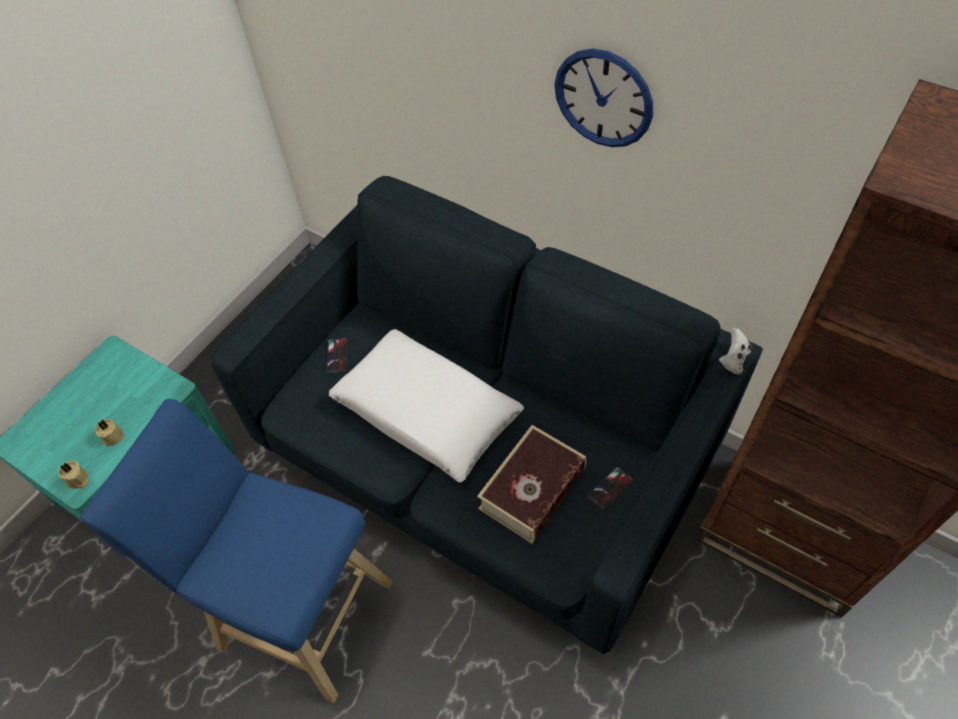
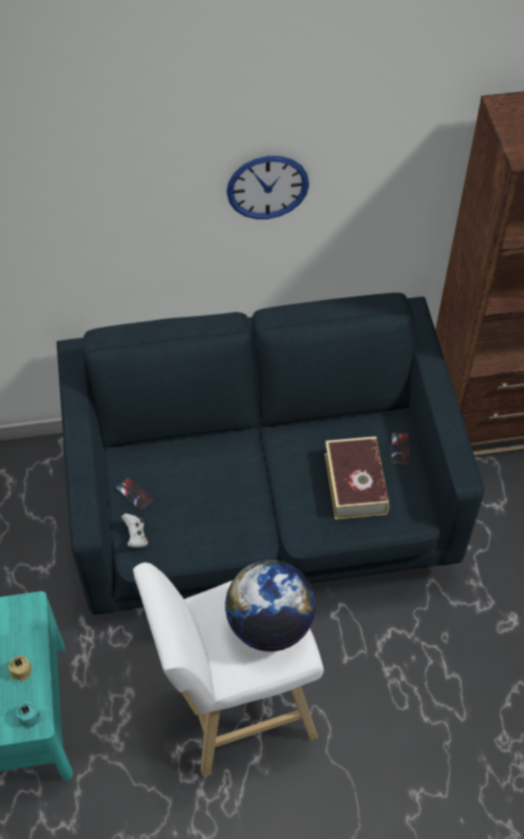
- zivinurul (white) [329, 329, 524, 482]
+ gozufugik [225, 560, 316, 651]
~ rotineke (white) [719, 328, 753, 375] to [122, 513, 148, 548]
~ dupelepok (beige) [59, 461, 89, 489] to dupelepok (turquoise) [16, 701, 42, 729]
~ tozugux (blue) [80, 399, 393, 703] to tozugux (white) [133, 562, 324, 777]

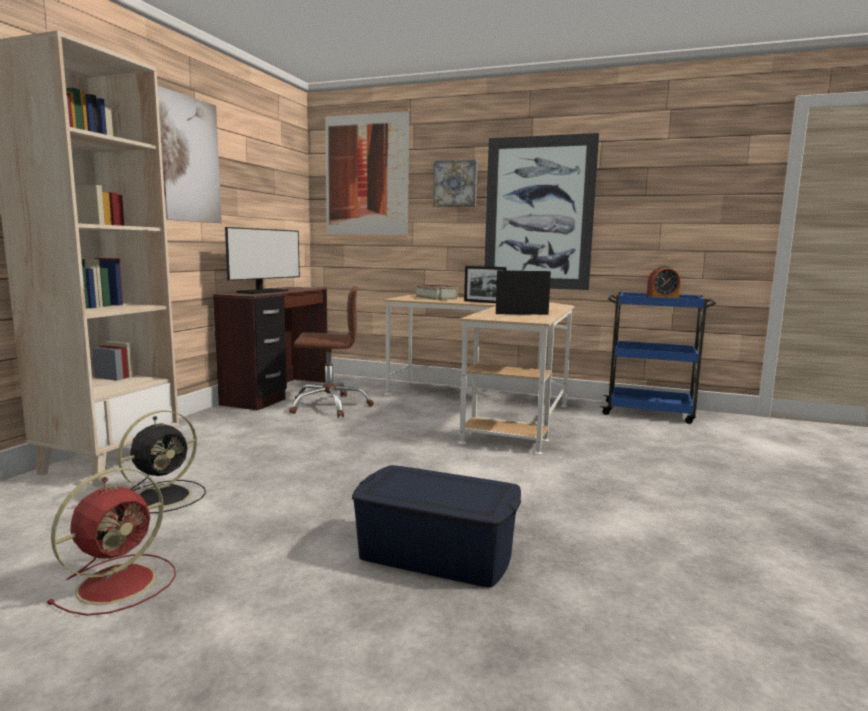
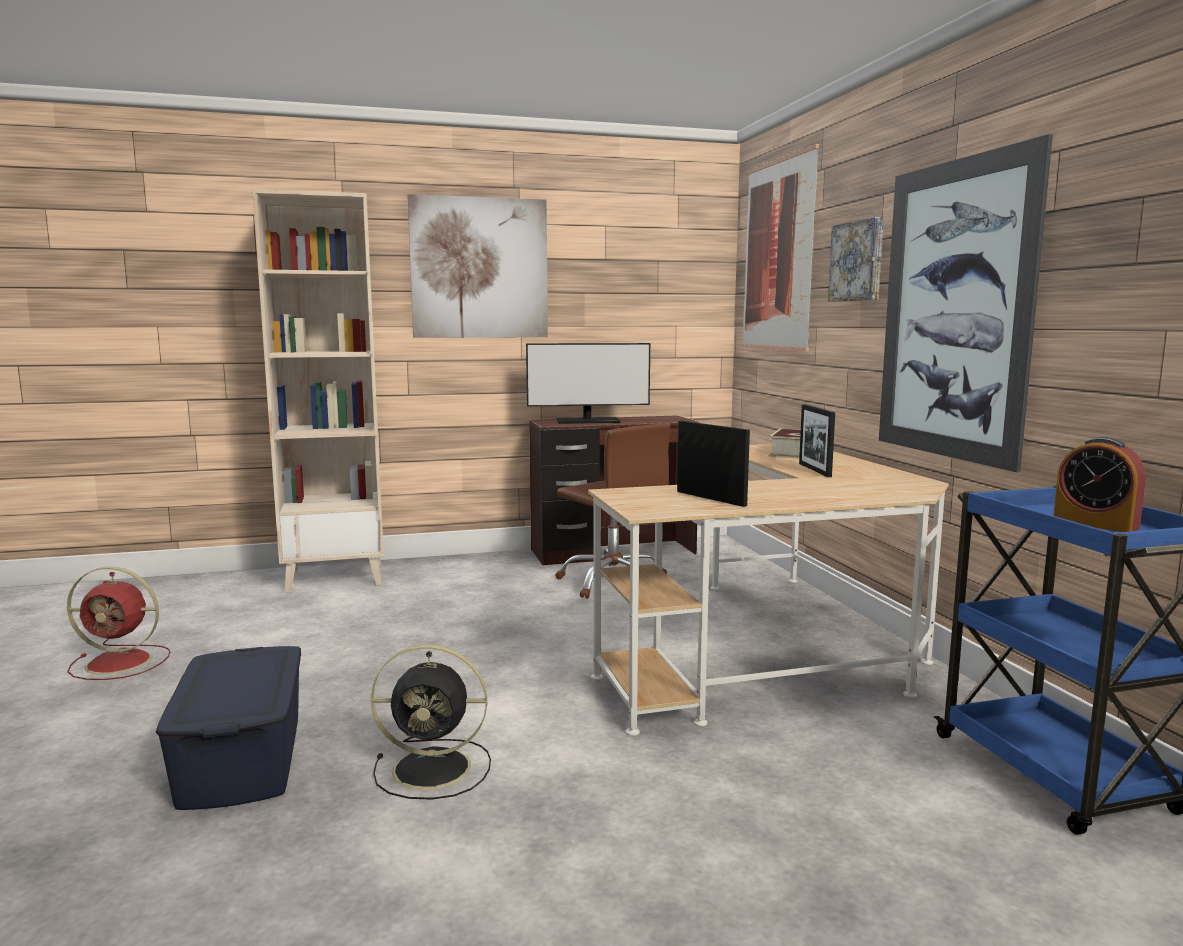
~ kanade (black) [118, 410, 206, 514] to [371, 645, 491, 800]

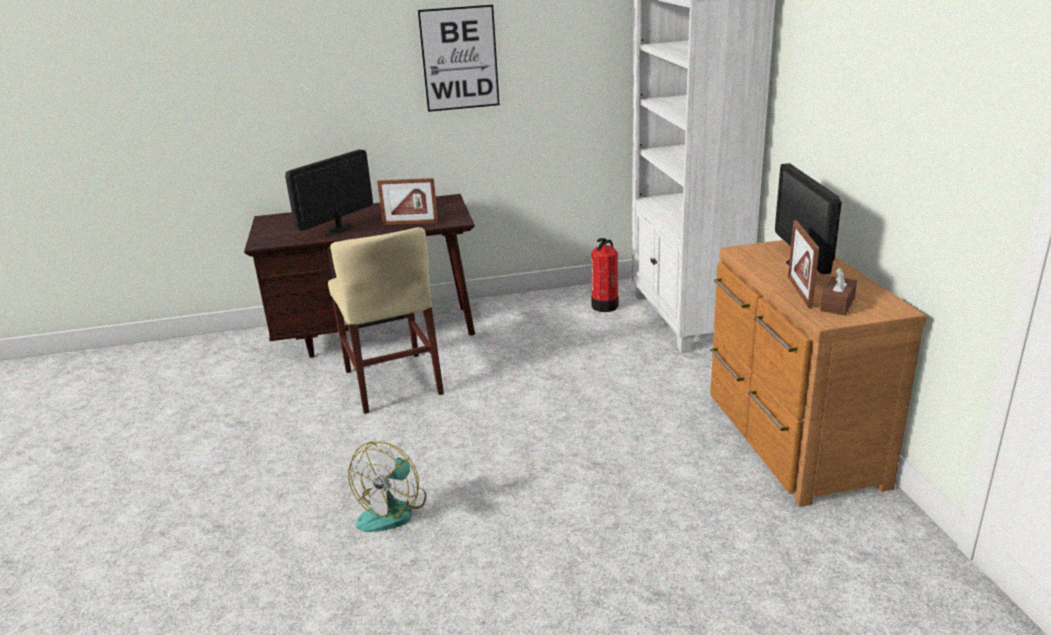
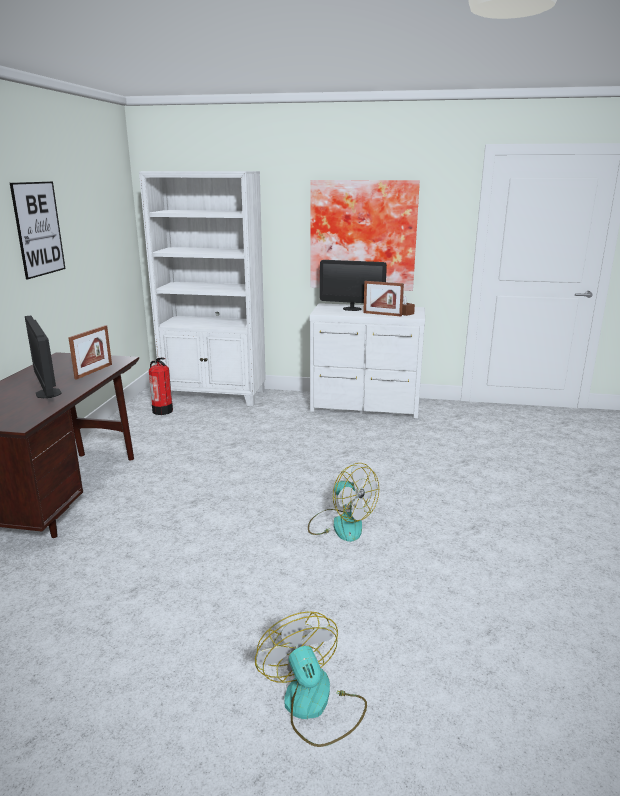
- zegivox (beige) [328, 227, 444, 414]
+ kanade [255, 611, 367, 747]
+ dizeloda [310, 180, 420, 291]
~ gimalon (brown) [710, 240, 927, 507] to gimalon (white) [310, 303, 425, 418]

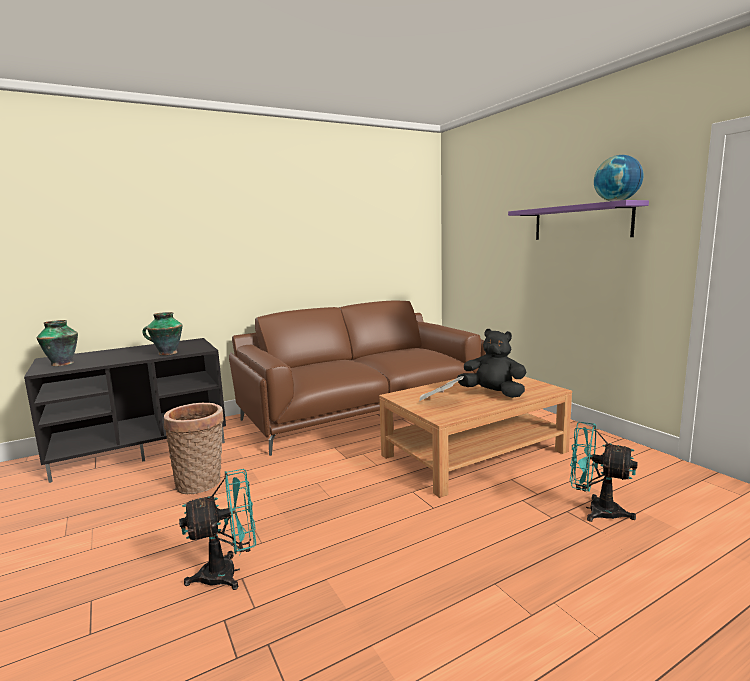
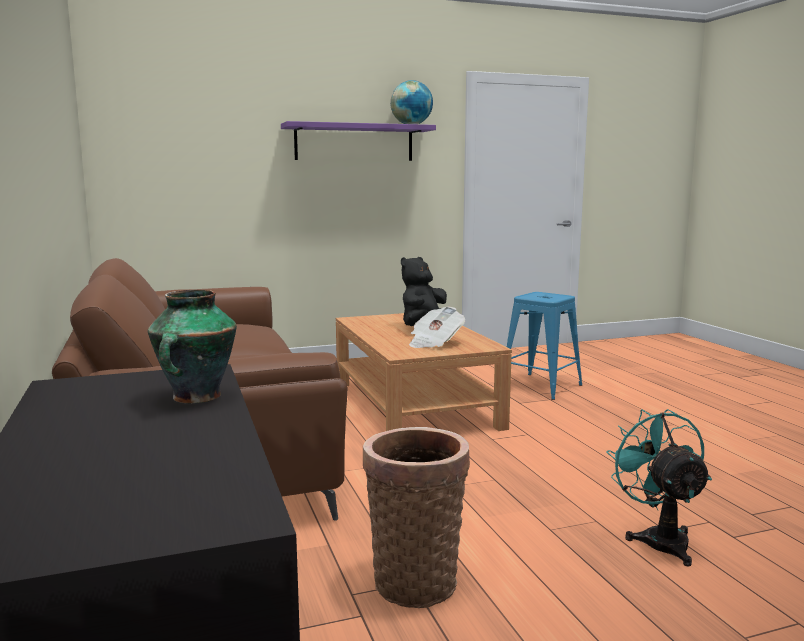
- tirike [37, 320, 78, 366]
~ kanade (turquoise) [570, 422, 638, 522] to tozugux (blue) [507, 292, 582, 400]

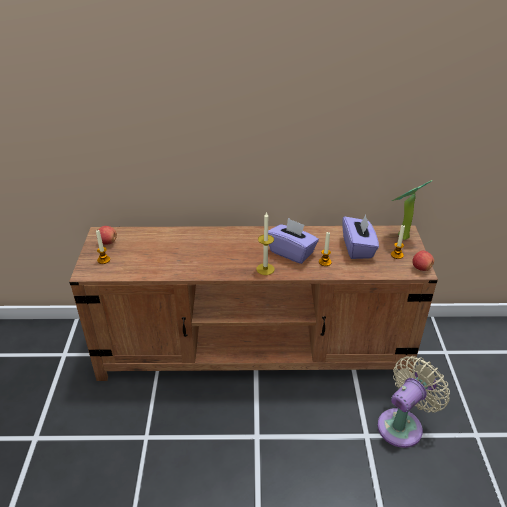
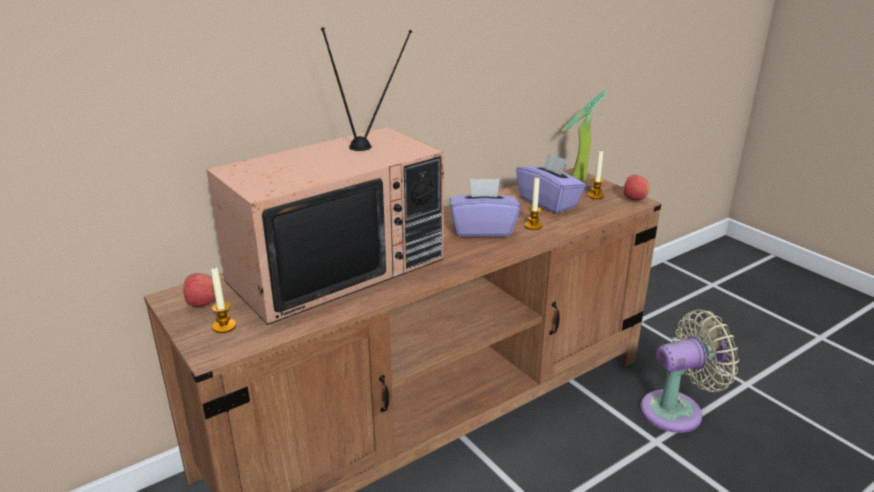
- dupelepok [256, 212, 275, 275]
+ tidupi [206, 27, 444, 325]
~ kanade (beige) [378, 356, 450, 448] = [640, 310, 739, 433] 60 degrees clockwise

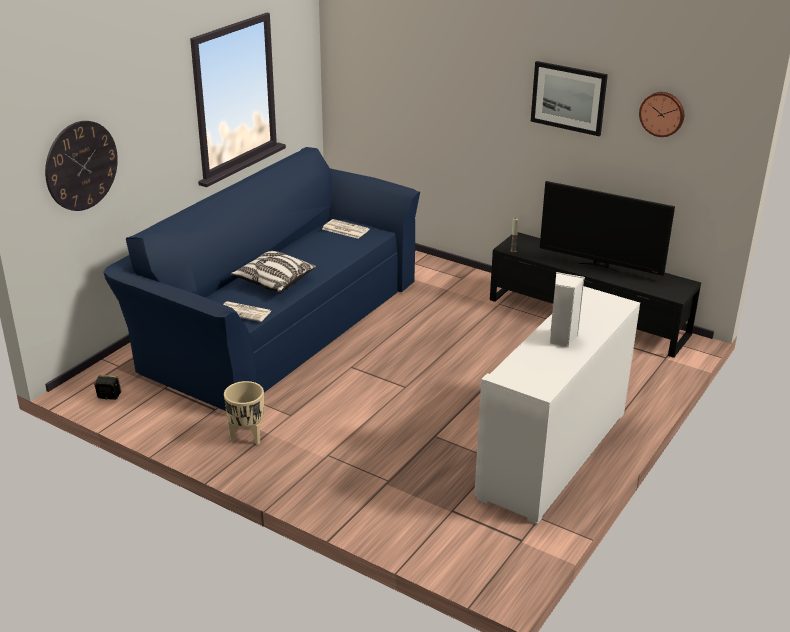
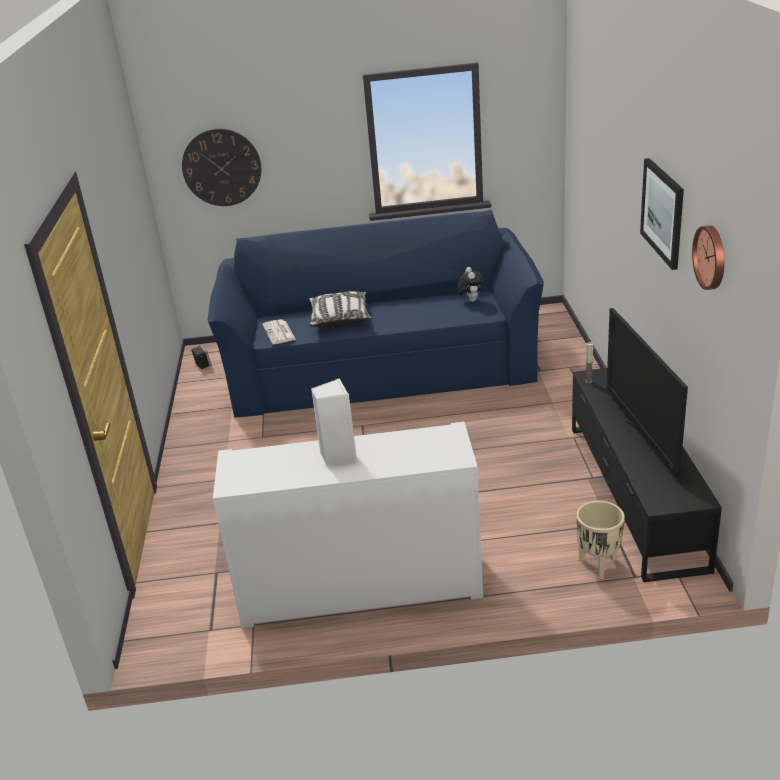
~ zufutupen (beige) [224, 381, 264, 445] to [577, 501, 625, 579]
~ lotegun [322, 219, 369, 239] to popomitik [457, 267, 483, 302]

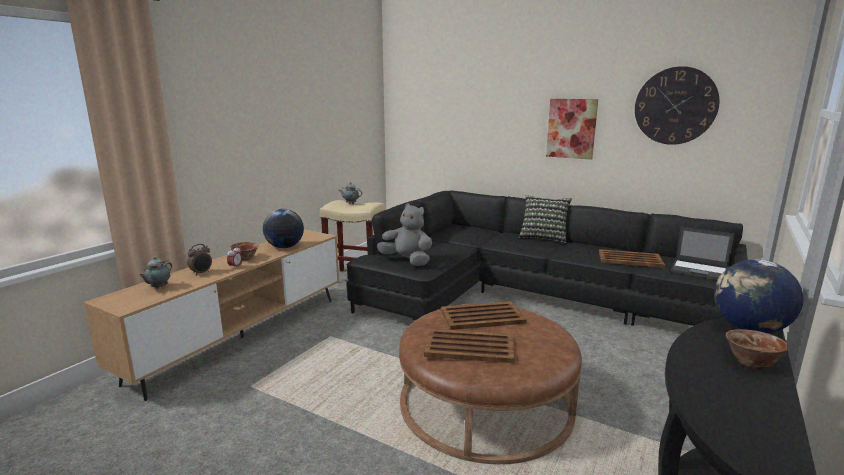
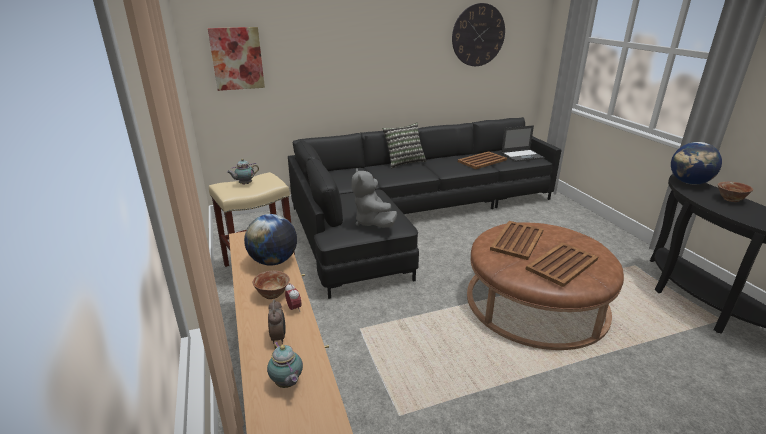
~ dizeloda [546, 99, 598, 160] to [208, 27, 265, 91]
~ popomitik (grey) [377, 203, 432, 266] = [352, 168, 397, 228] 90 degrees counterclockwise

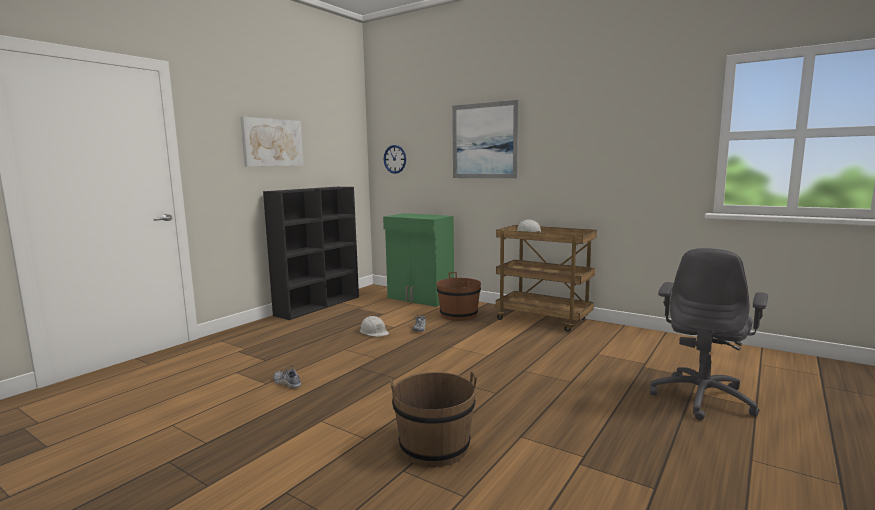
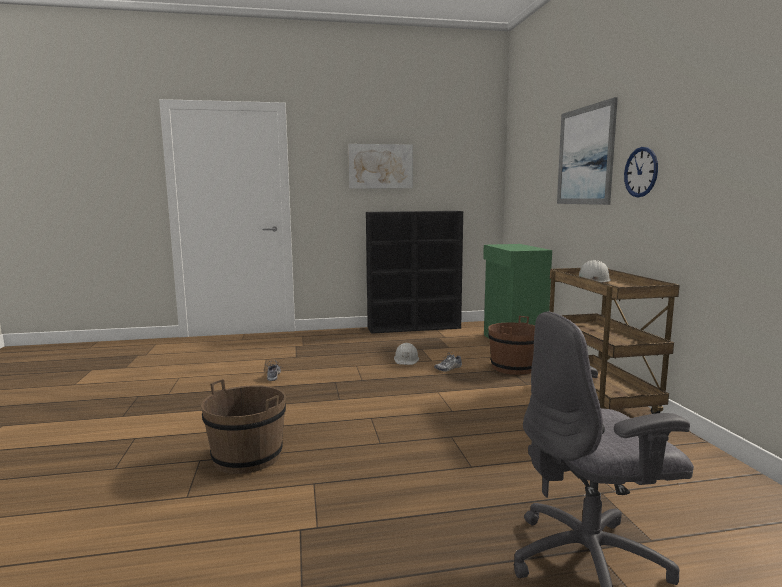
~ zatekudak [384, 145, 406, 174] to [624, 147, 658, 197]

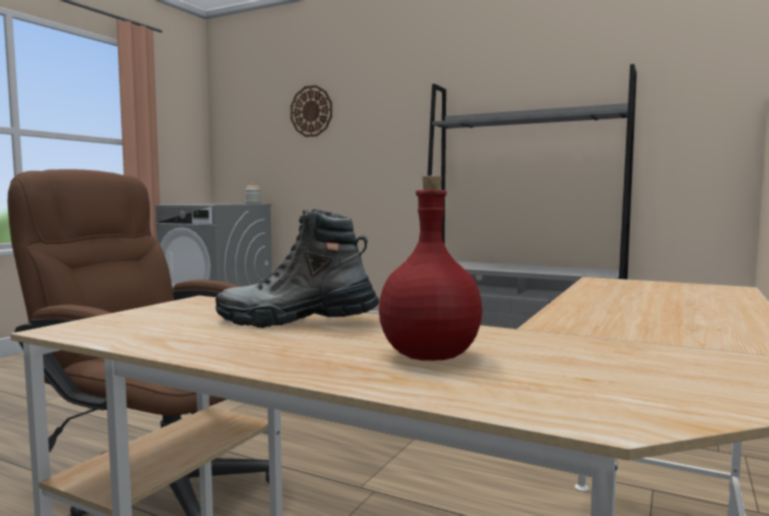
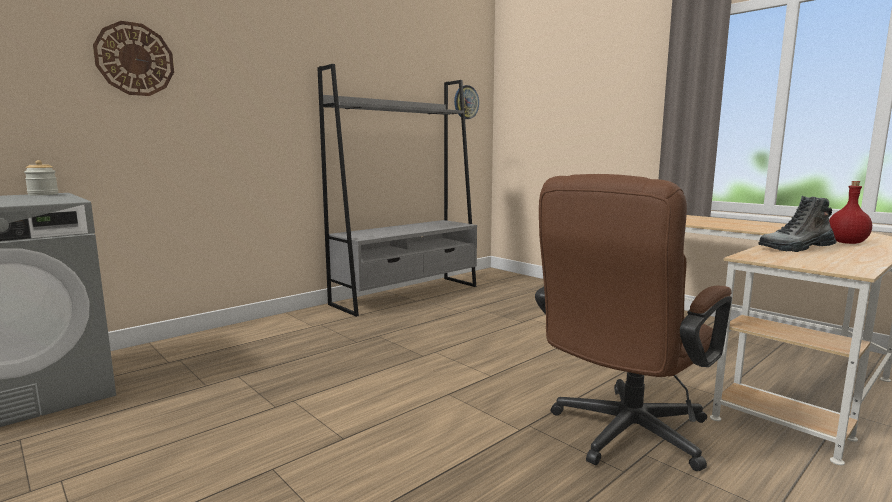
+ zatekudak [454, 85, 479, 119]
~ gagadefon [216, 209, 379, 328] = [758, 196, 836, 252] 60 degrees clockwise

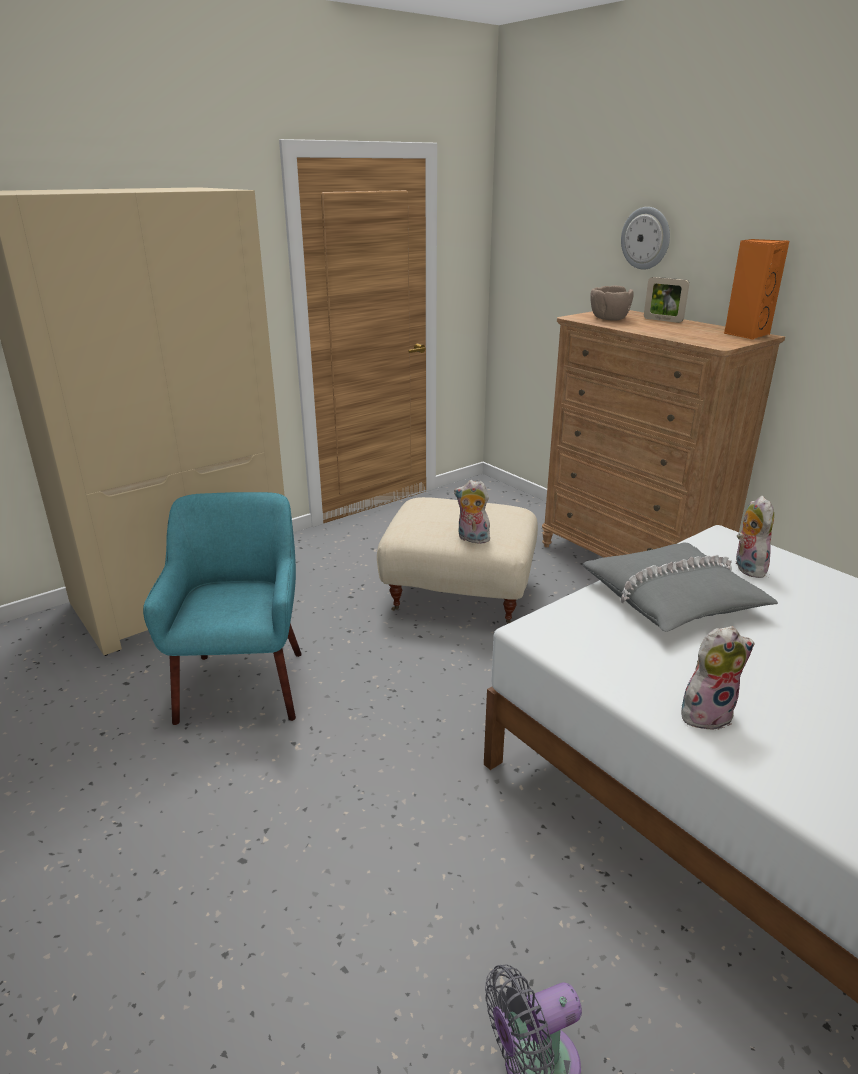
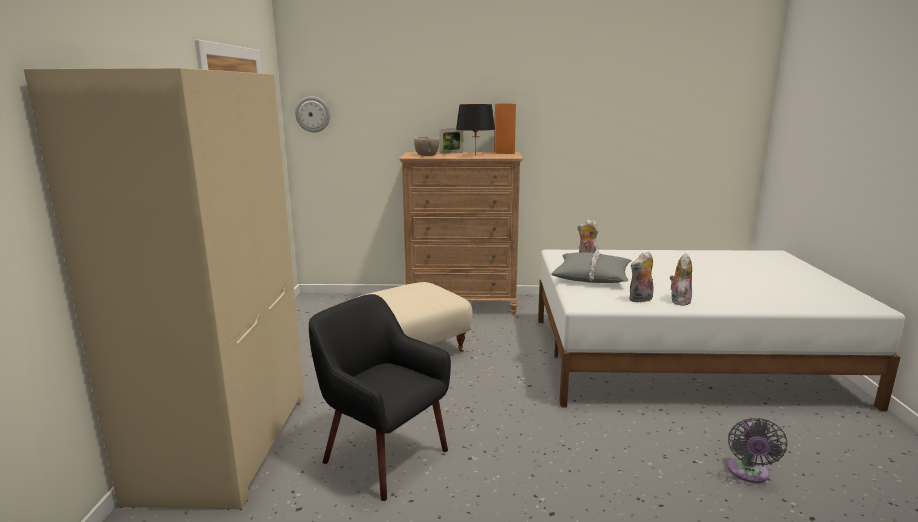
+ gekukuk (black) [456, 104, 495, 155]
~ popomitik [454, 480, 490, 544] to [629, 251, 653, 302]
~ zatekudak [621, 207, 670, 270] to [295, 96, 330, 133]
~ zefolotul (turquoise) [143, 492, 302, 725] to zefolotul (black) [309, 294, 451, 501]

